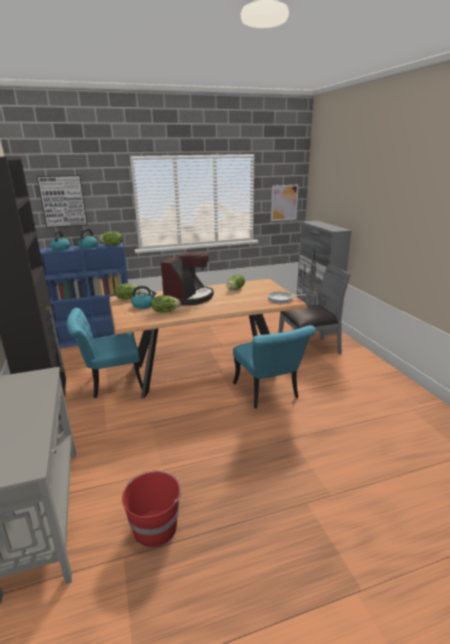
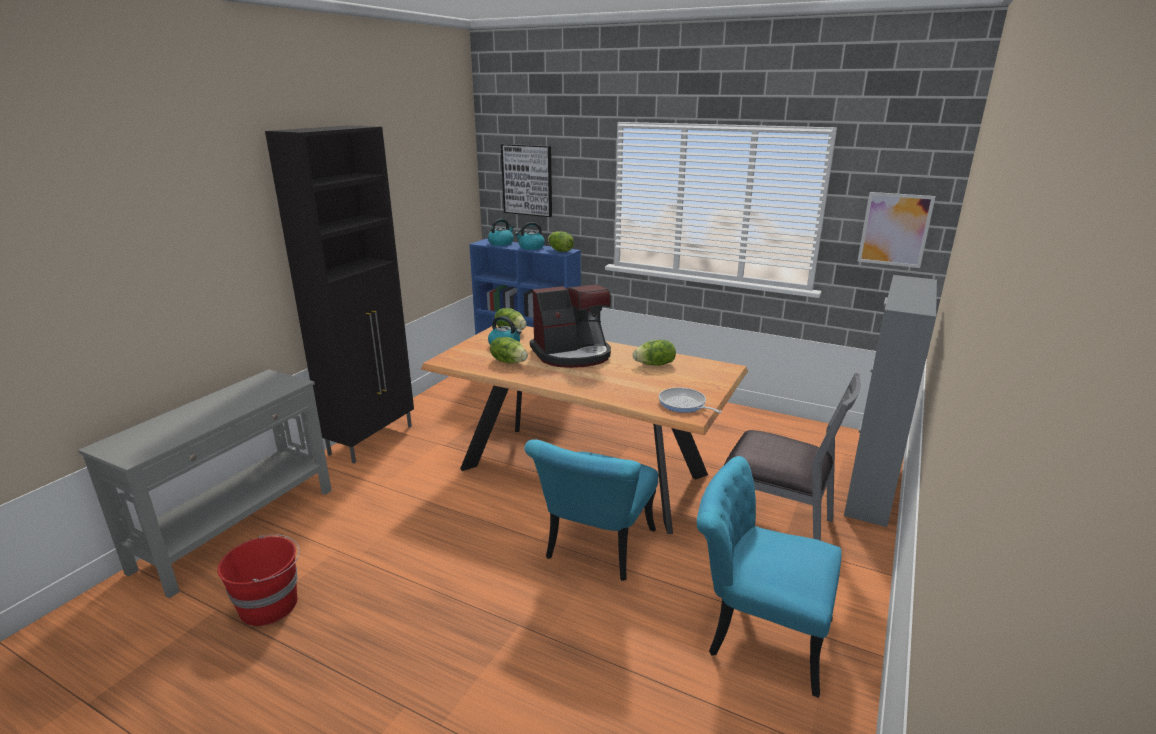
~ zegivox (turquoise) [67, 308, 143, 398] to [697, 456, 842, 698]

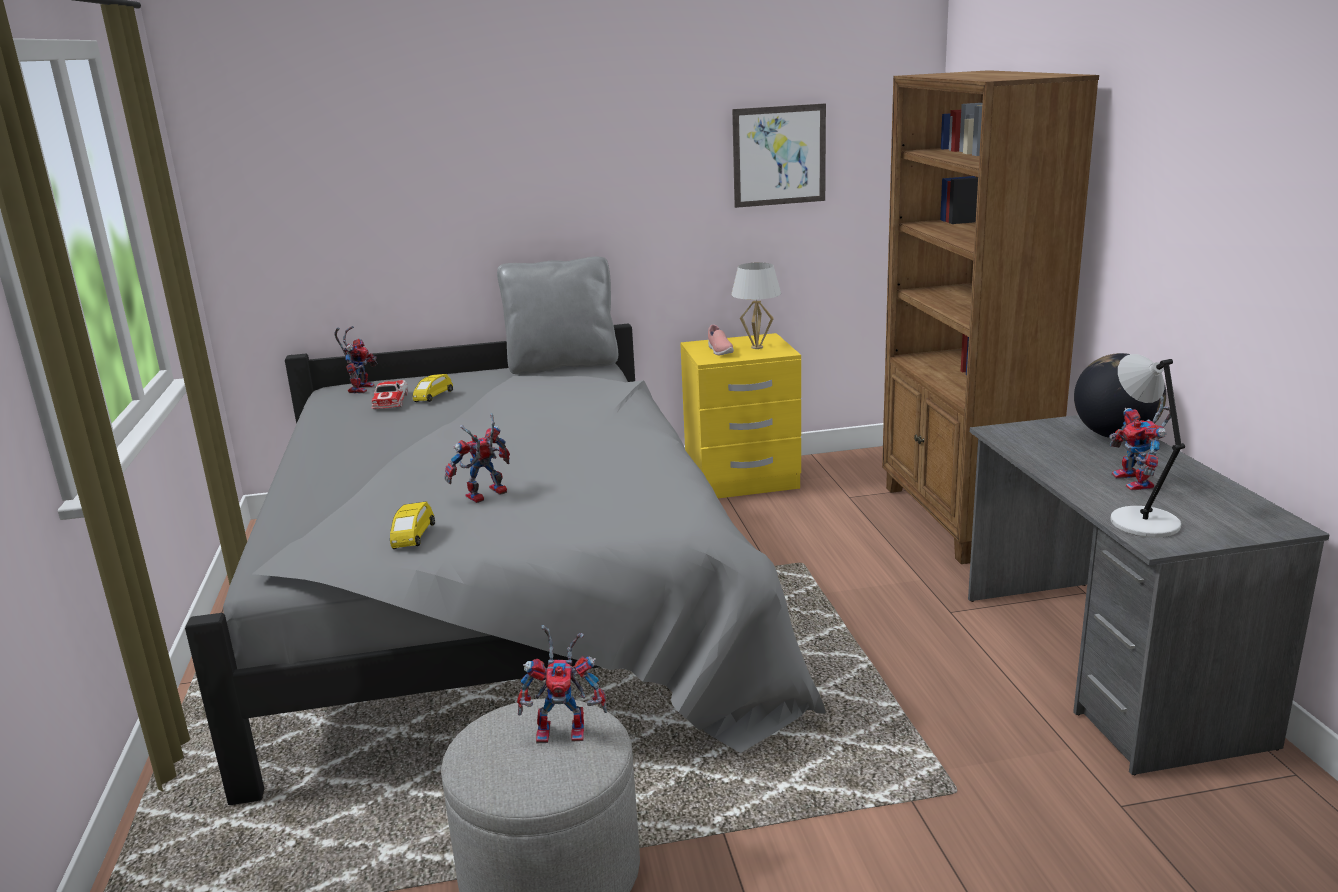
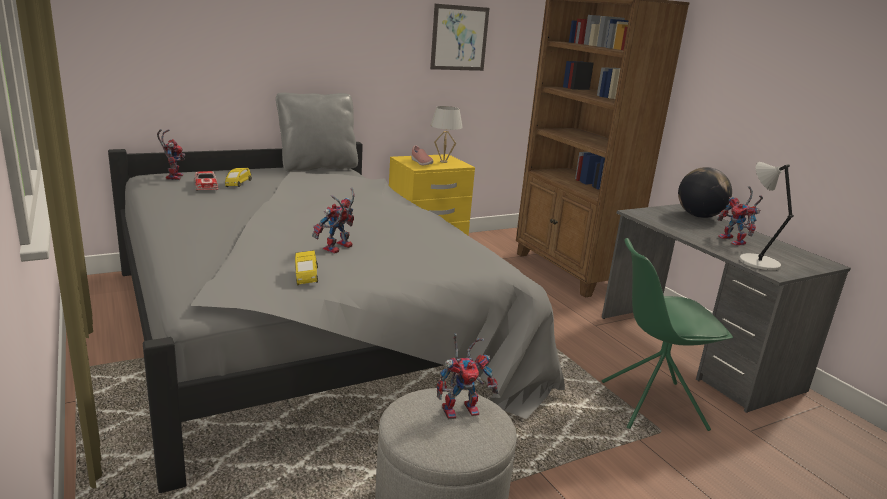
+ zegivox (green) [602, 238, 733, 431]

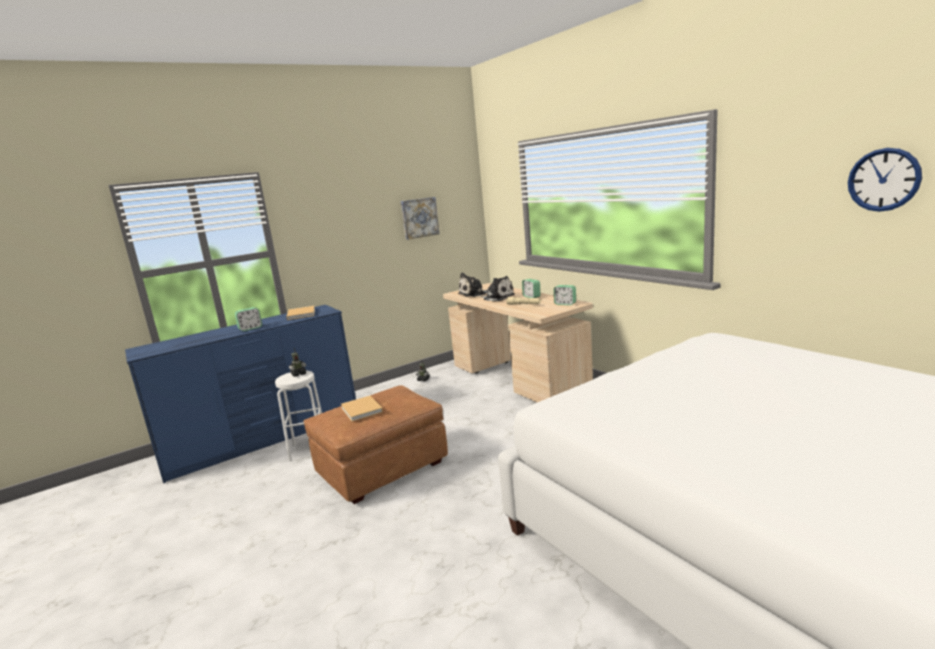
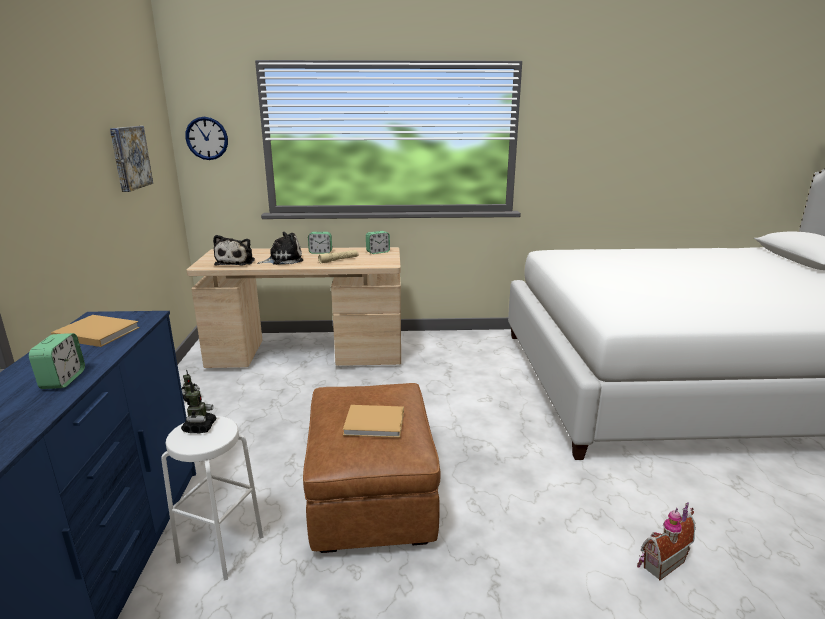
+ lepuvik [637, 502, 696, 581]
~ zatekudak [848, 148, 922, 212] to [185, 117, 228, 160]

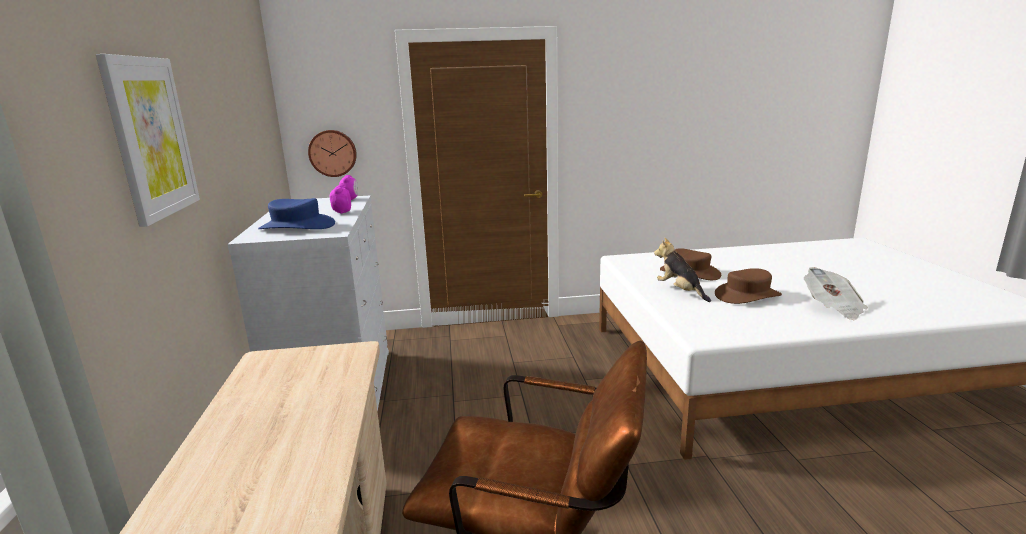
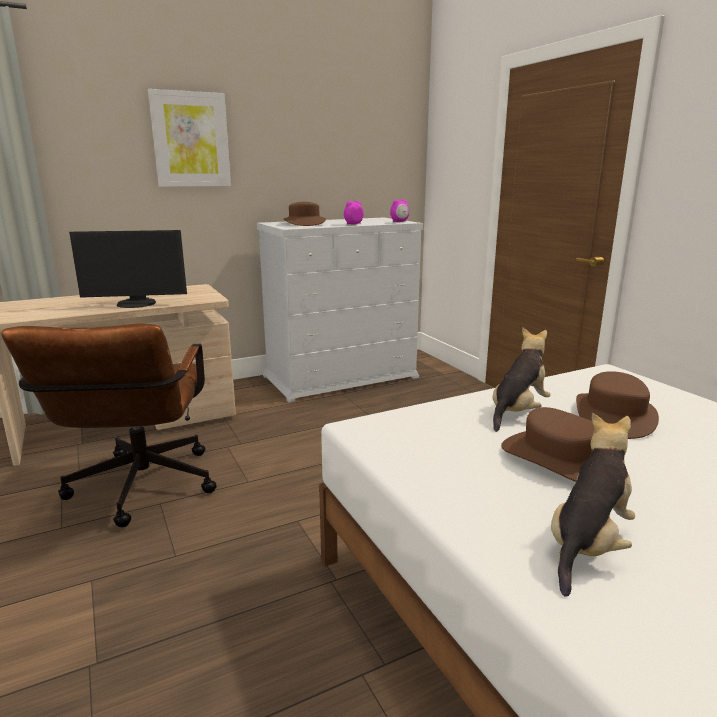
- zatekudak [308, 130, 357, 177]
+ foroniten [69, 230, 187, 308]
~ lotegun [804, 267, 868, 320] to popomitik [551, 412, 635, 597]
~ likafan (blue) [258, 198, 335, 229] to likafan (brown) [283, 202, 326, 226]

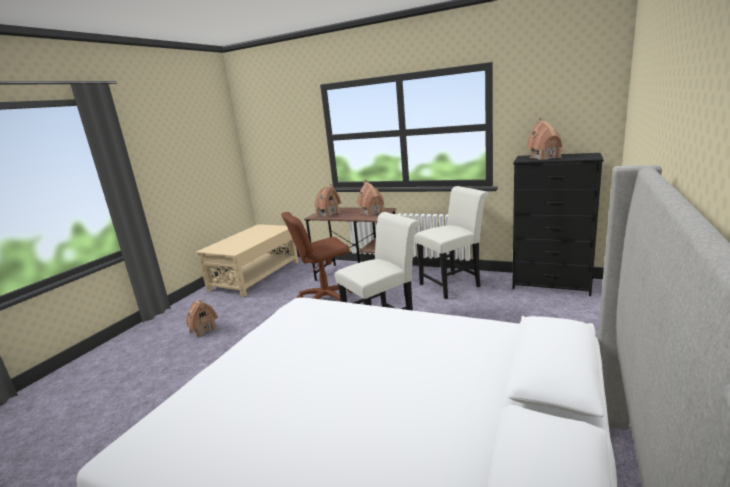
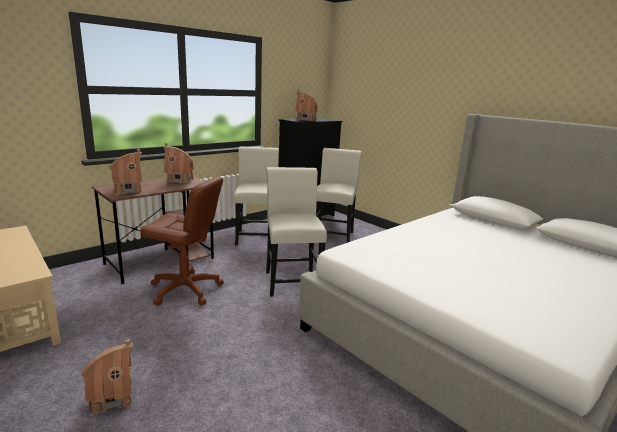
+ zegivox (white) [316, 148, 362, 243]
~ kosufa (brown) [281, 212, 352, 302] = [140, 177, 224, 305] 75 degrees counterclockwise

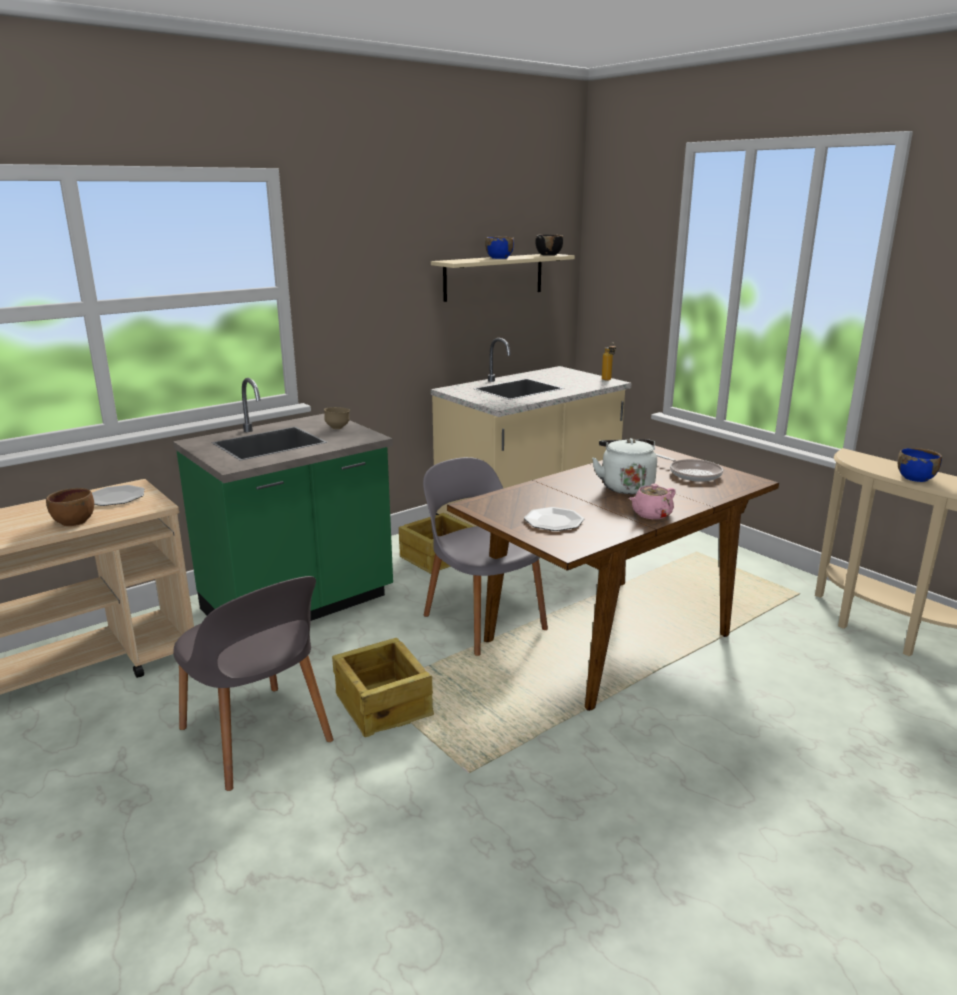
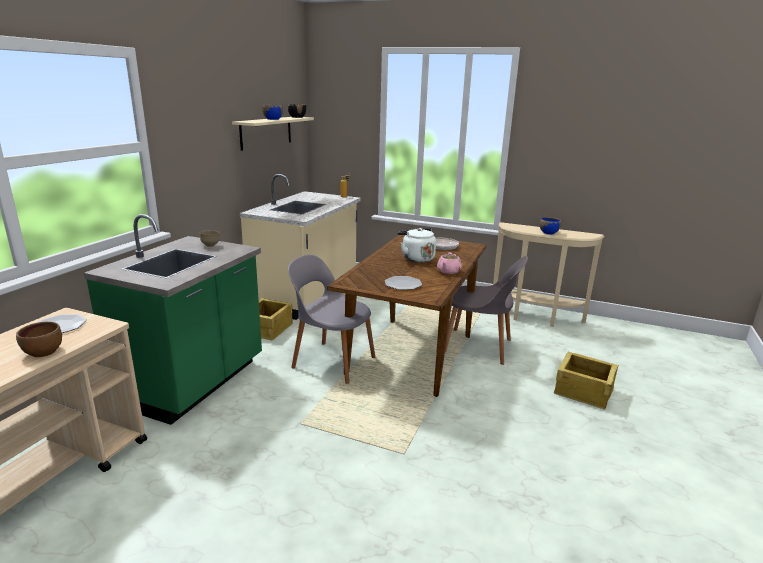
~ zegivox (grey) [173, 576, 333, 791] to [445, 256, 528, 365]
~ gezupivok [332, 638, 434, 737] to [554, 352, 618, 410]

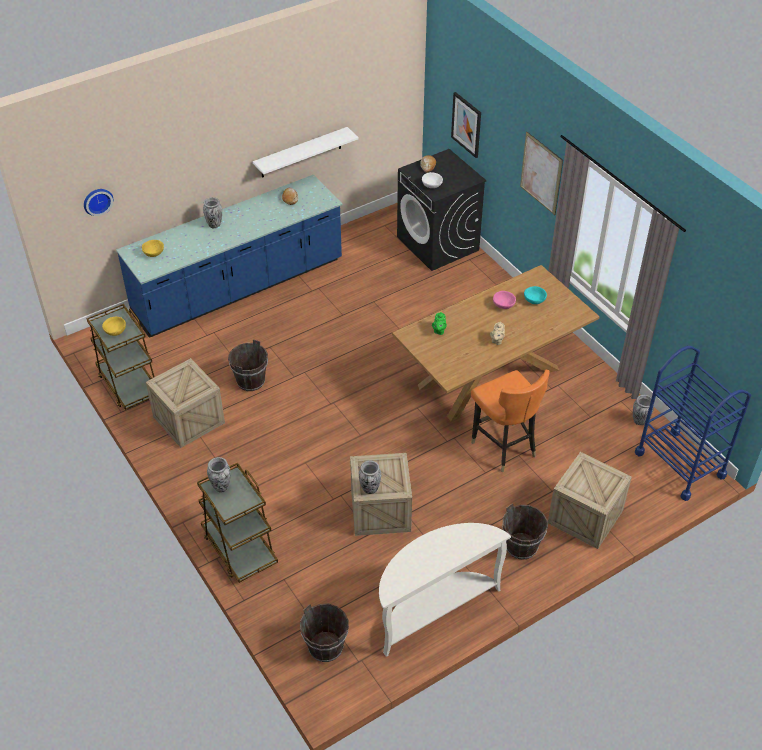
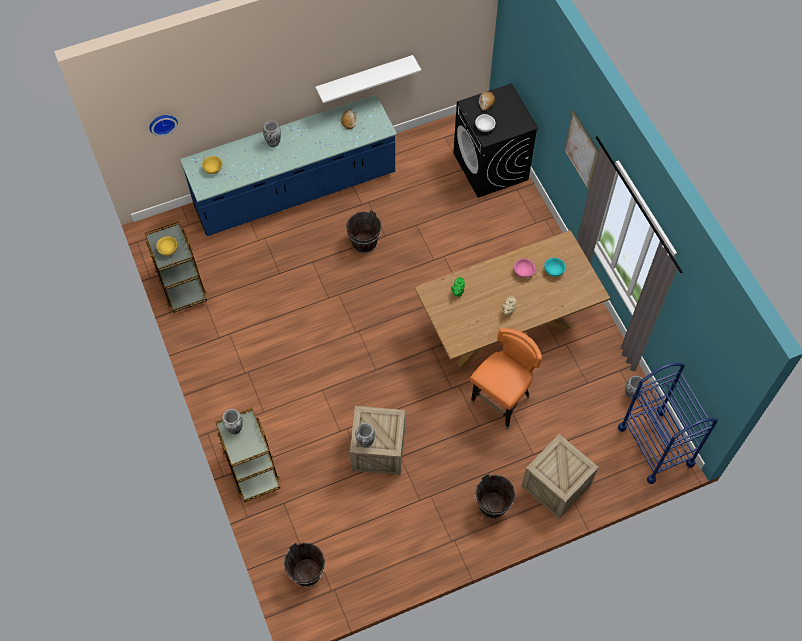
- gezupivok [146, 358, 225, 448]
- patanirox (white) [379, 523, 511, 657]
- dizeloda [451, 92, 481, 158]
~ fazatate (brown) [228, 339, 268, 391] to [346, 210, 381, 254]
~ zegivox (orange) [471, 370, 550, 472] = [470, 328, 542, 430] 120 degrees counterclockwise

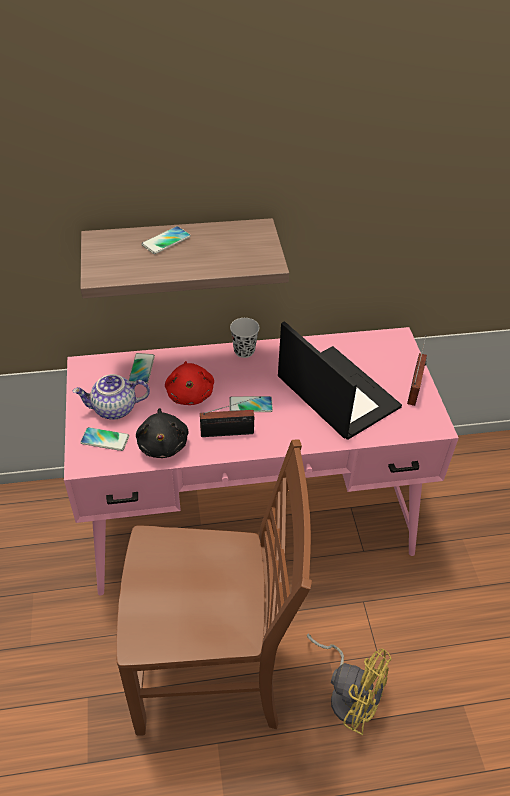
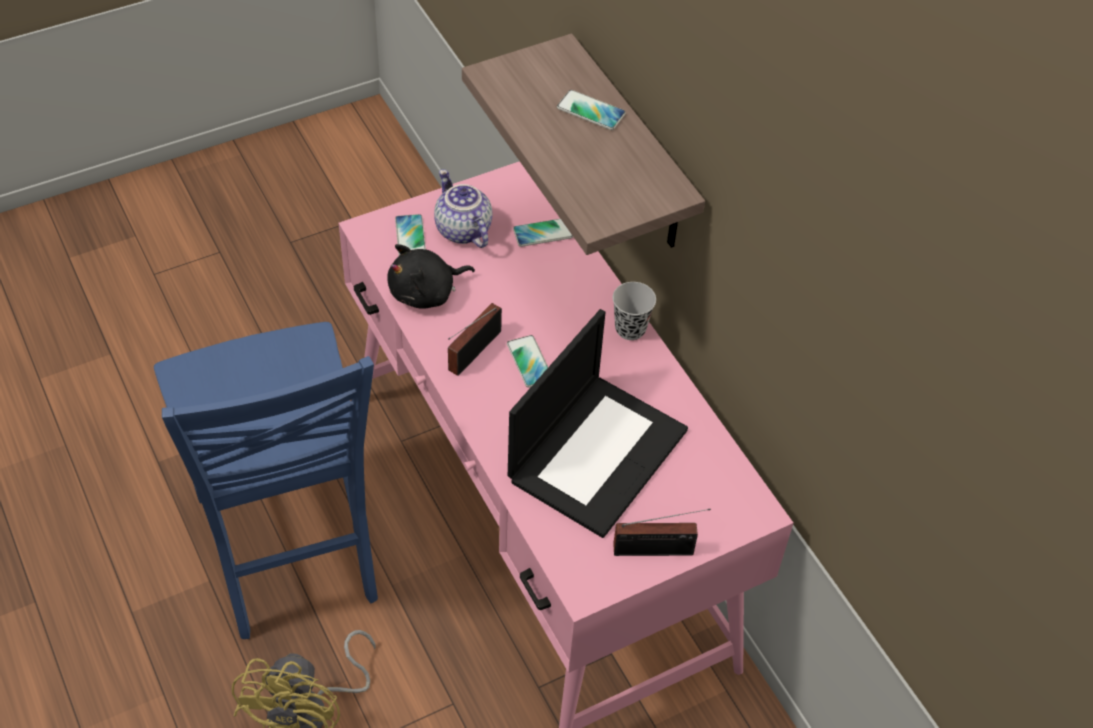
- popomitik (red) [165, 361, 214, 405]
~ zegivox (brown) [116, 440, 312, 736] to zegivox (blue) [154, 322, 378, 639]
~ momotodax [200, 396, 261, 437] = [448, 303, 502, 376] 60 degrees clockwise

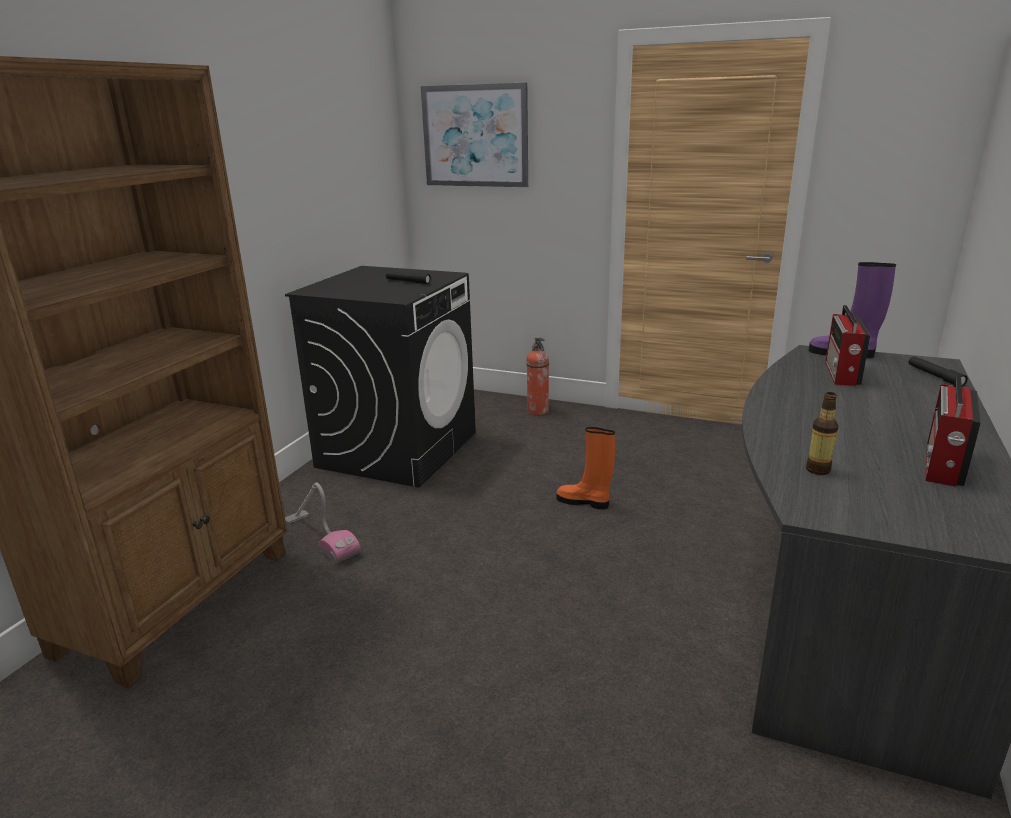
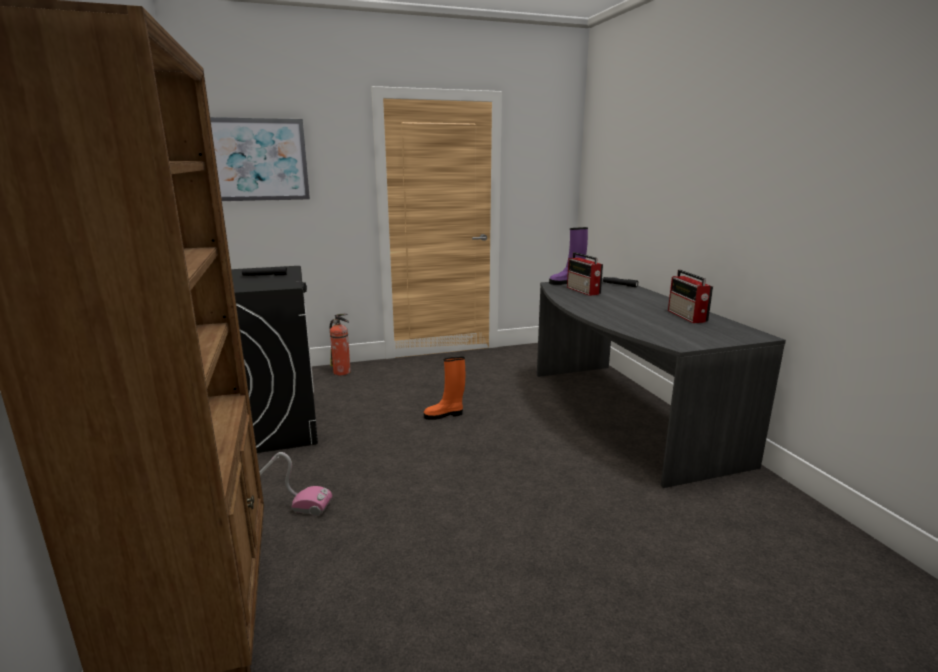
- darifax [806, 392, 838, 475]

